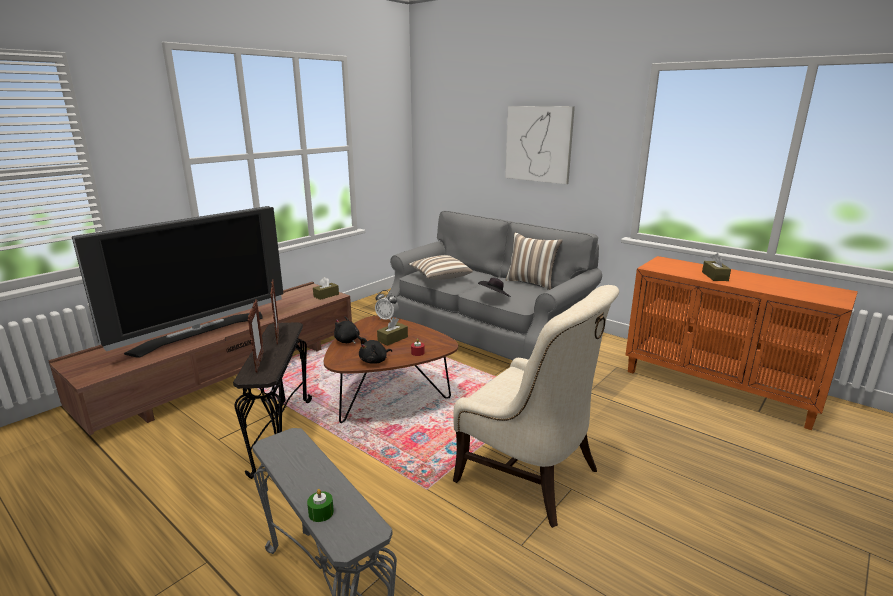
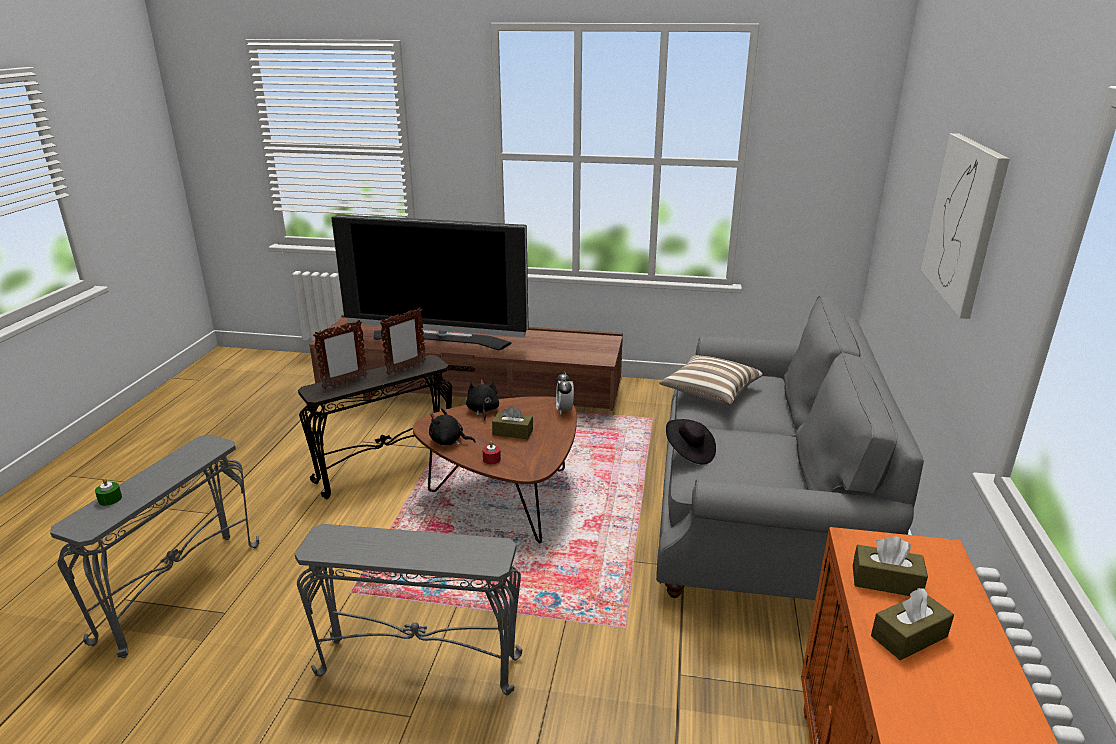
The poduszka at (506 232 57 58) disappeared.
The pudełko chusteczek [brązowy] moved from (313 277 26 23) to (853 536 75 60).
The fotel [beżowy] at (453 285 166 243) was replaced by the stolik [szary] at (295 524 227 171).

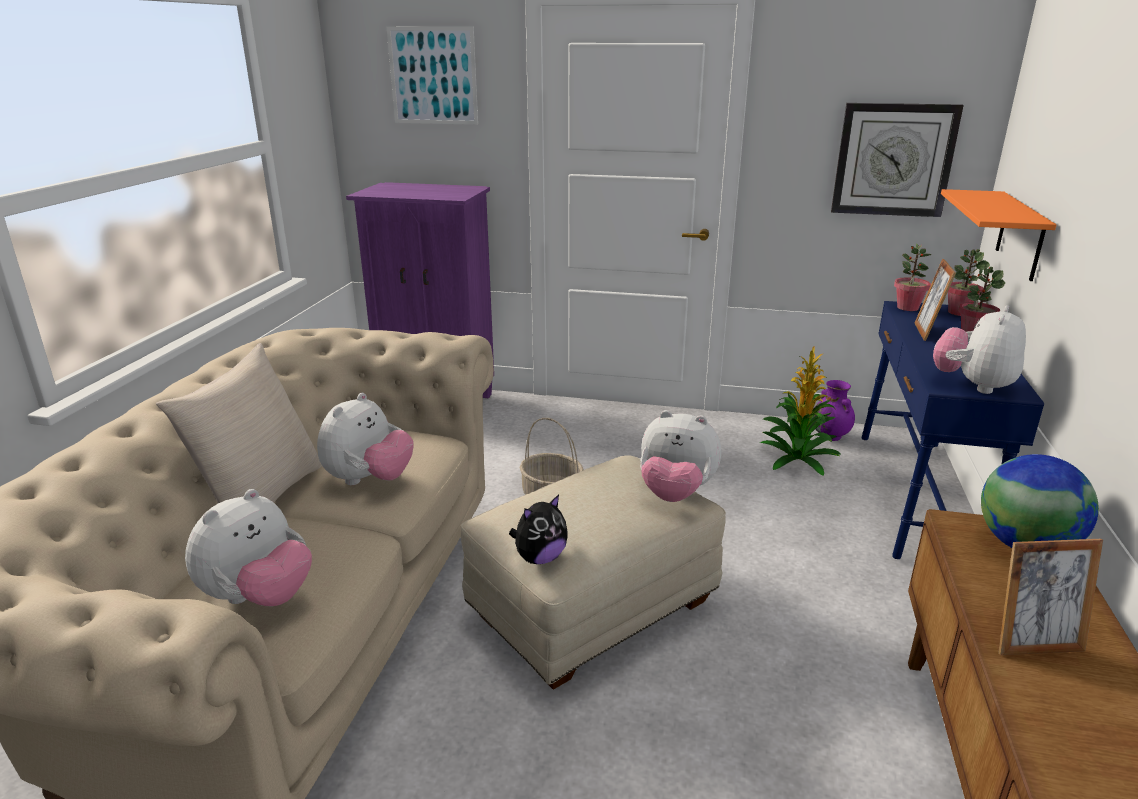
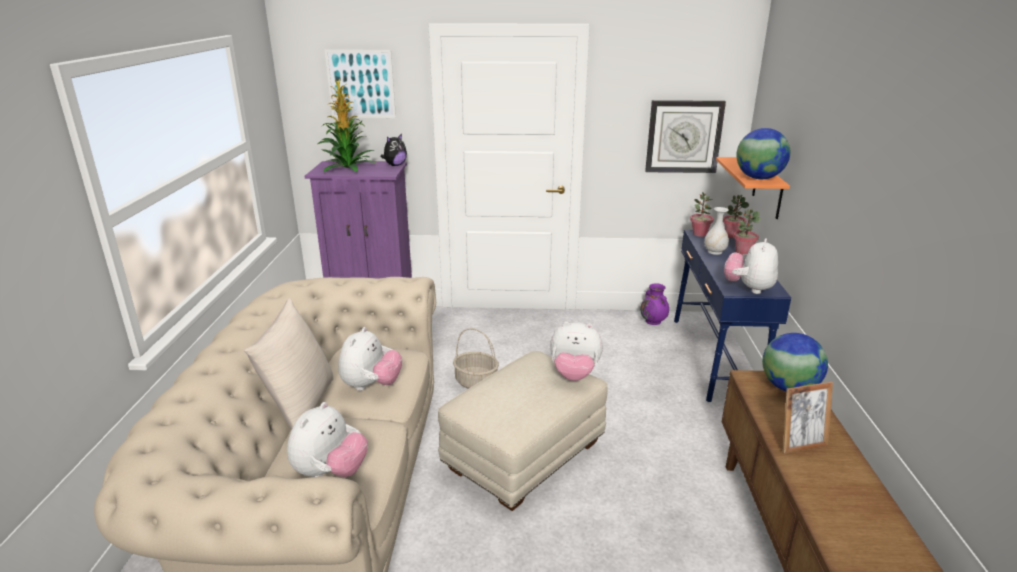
The globus at (736 128 54 51) appeared.
The pluszak moved from (509 495 59 69) to (381 134 26 32).
The roślina doniczkowa moved from (760 346 81 130) to (318 79 59 93).
The ramka na zdjęcie at (914 259 42 82) was replaced by the wazon [biały] at (704 207 25 48).

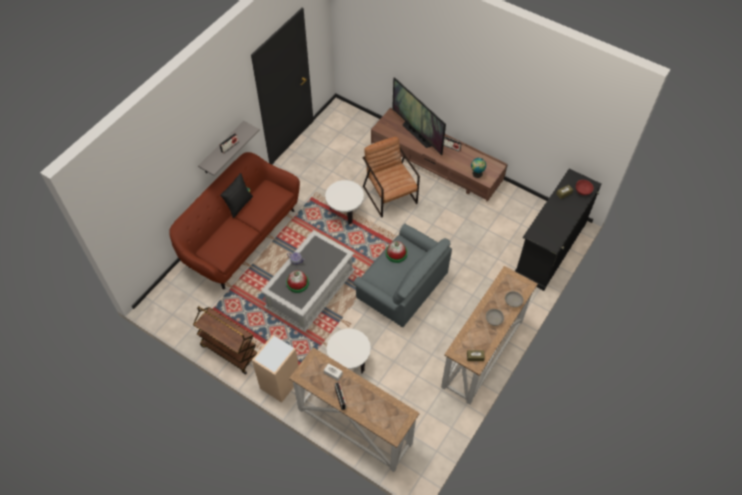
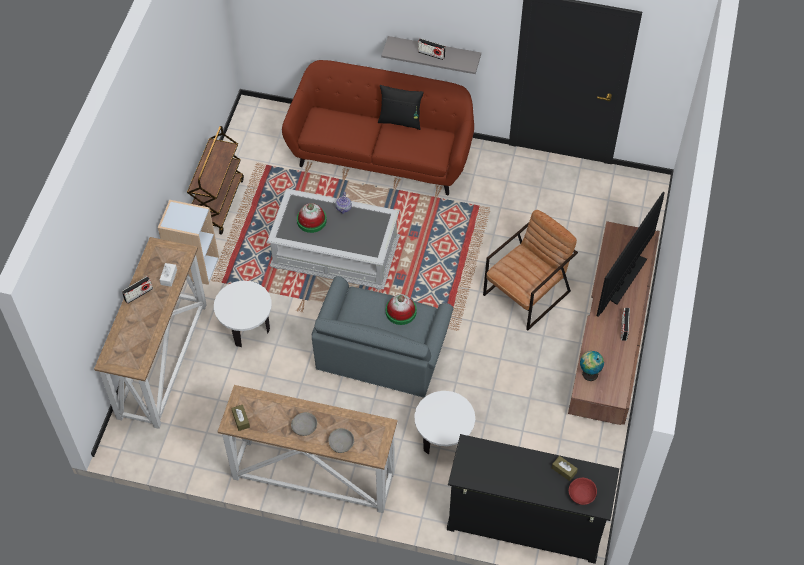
The stolik [biały] moved from (325 180 39 45) to (414 391 61 64).

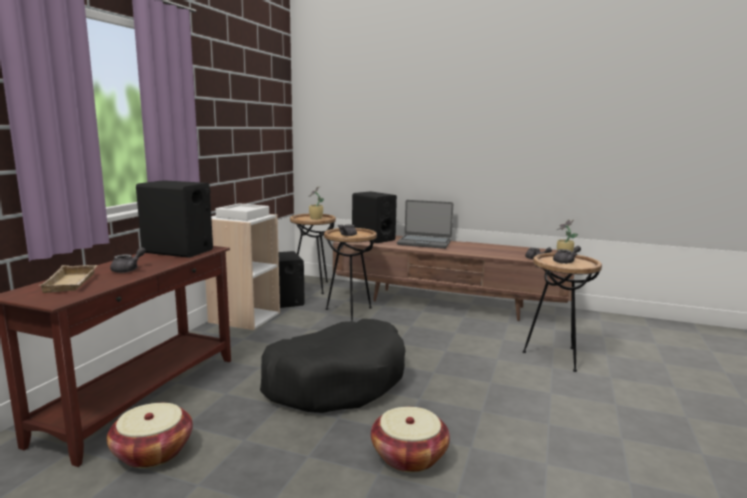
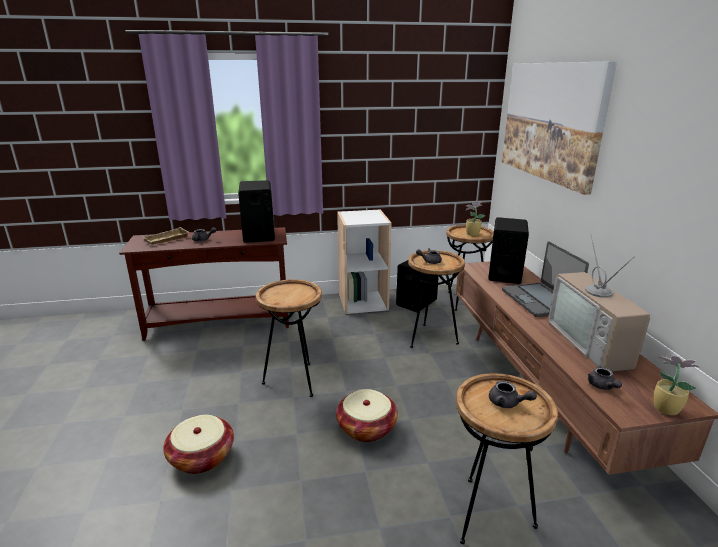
The taca [biały] at (215 203 54 18) disappeared.
The obraz at (502 61 115 134) appeared.
The telewizor at (548 234 102 137) appeared.
The koszyk moved from (107 403 86 65) to (336 389 62 53).
The legowisko [czarny] at (260 319 146 94) was replaced by the stolik [brązowy] at (256 279 66 118).

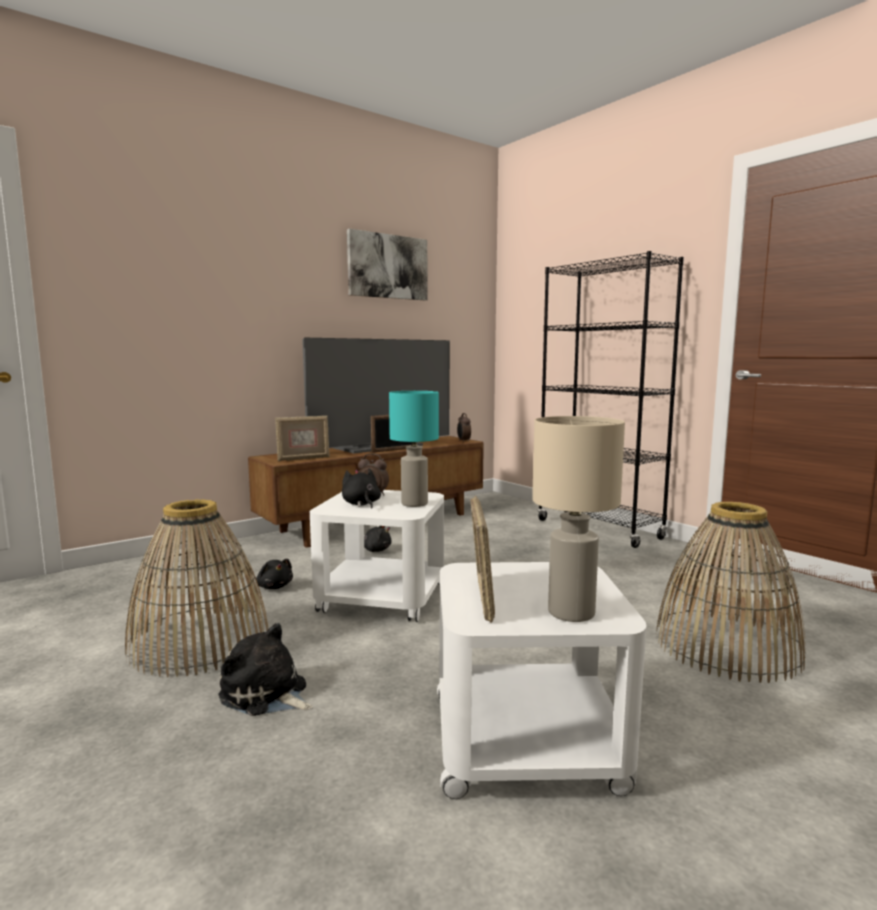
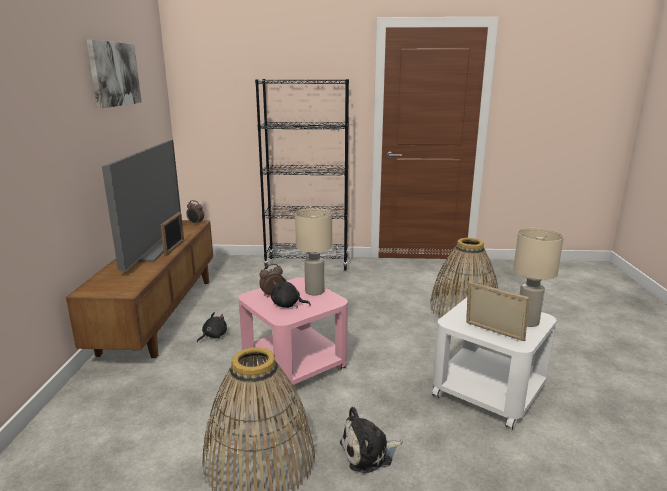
The pluszak [czarny] at (256 559 37 30) disappeared.
The ramka na zdjęcie at (275 416 55 45) disappeared.
The stolik [biały] at (310 490 134 132) became the stolik [różowy] at (238 277 110 116).
The lampa stołowa [turkusowy] at (389 391 50 116) became the lampa stołowa [beżowy] at (295 208 37 88).

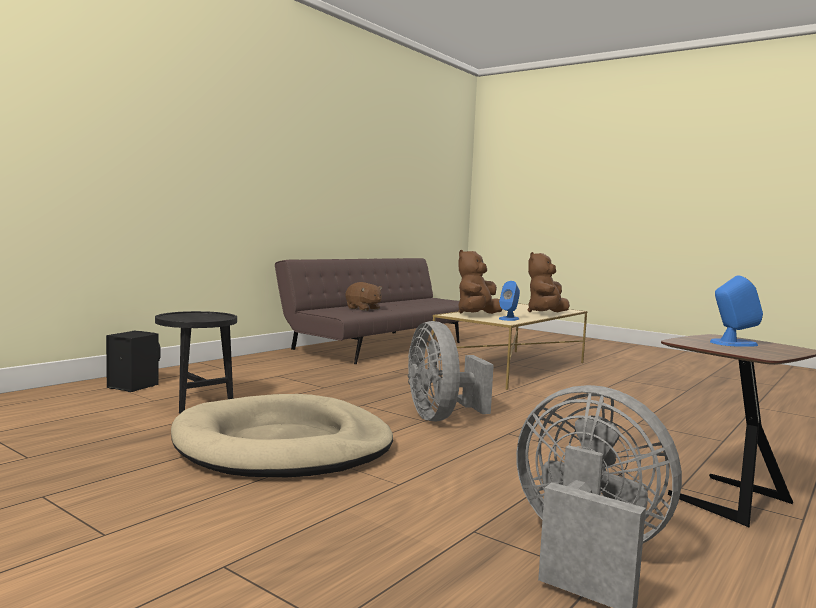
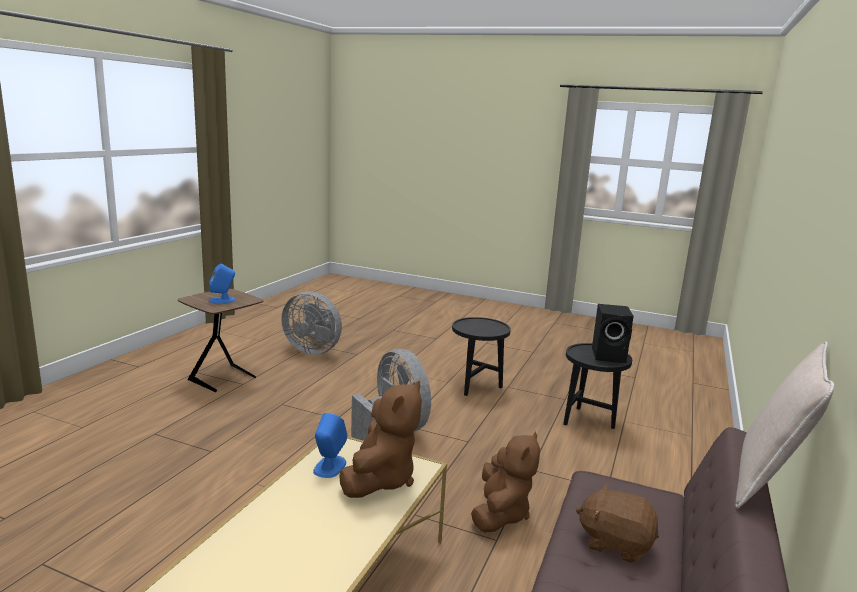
The poduszka [beżowy] at (736 342 98 167) appeared.
The głośnik [czarny] moved from (106 331 54 61) to (592 304 42 59).
The pluszak [brązowy] moved from (528 252 42 60) to (471 432 69 101).
The legowisko [beżowy] at (171 394 222 83) was replaced by the stolik [czarny] at (452 317 59 79).

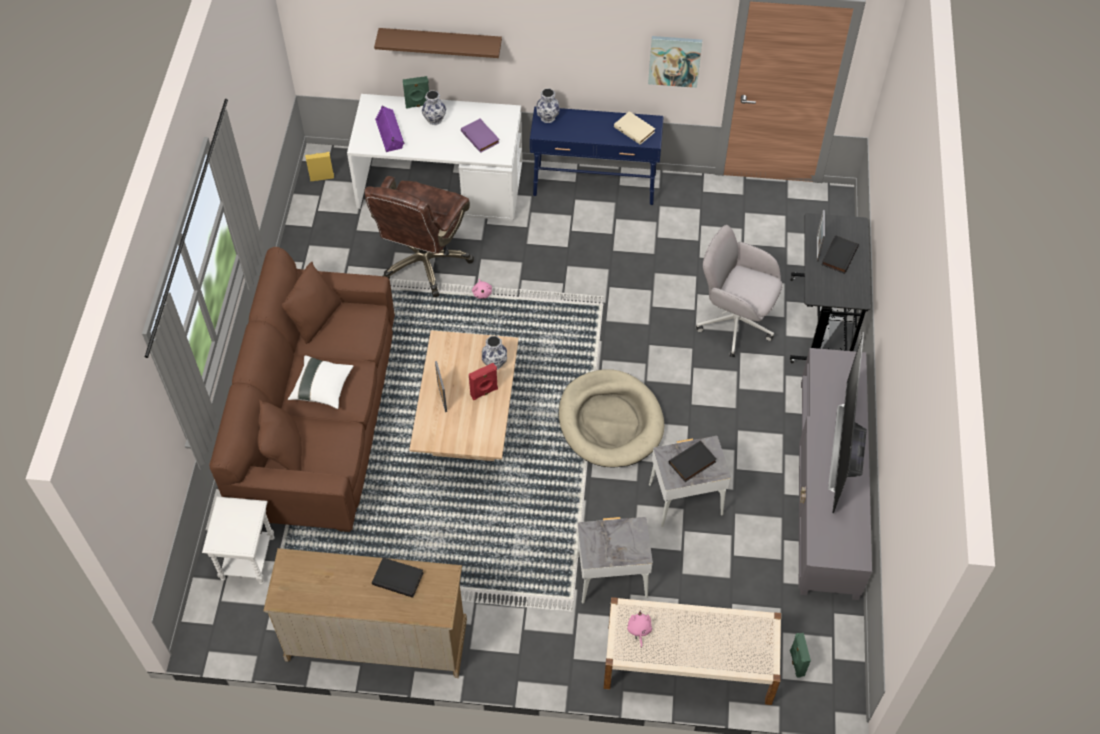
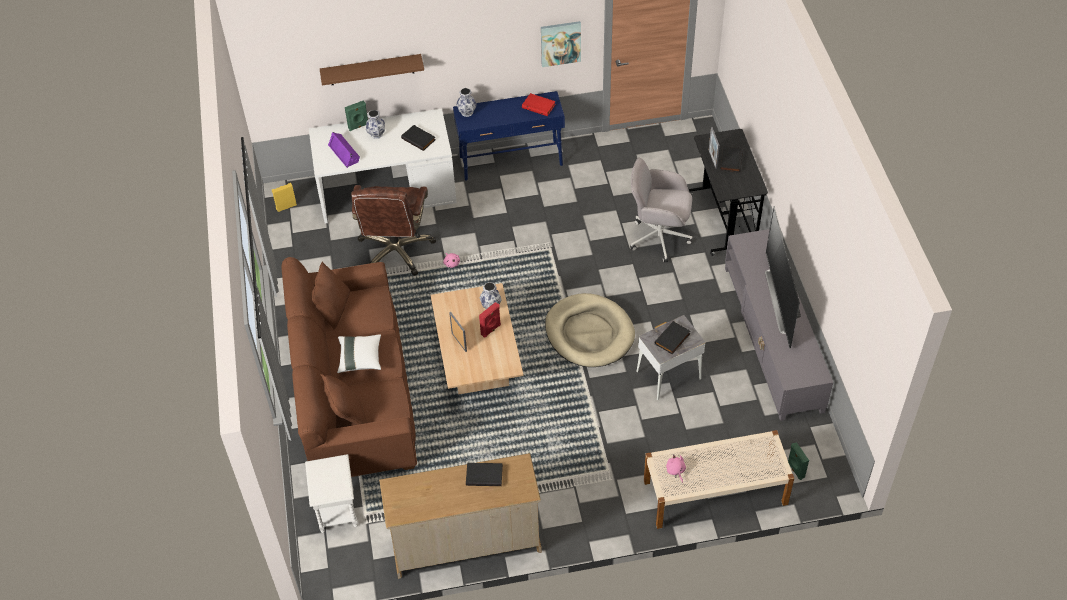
The stolik at (577 517 76 87) disappeared.
The książka [fioletowy] at (461 119 39 34) became the książka [czarny] at (401 125 34 26).
The książka [beżowy] at (614 111 41 34) became the książka [czerwony] at (522 93 34 23).

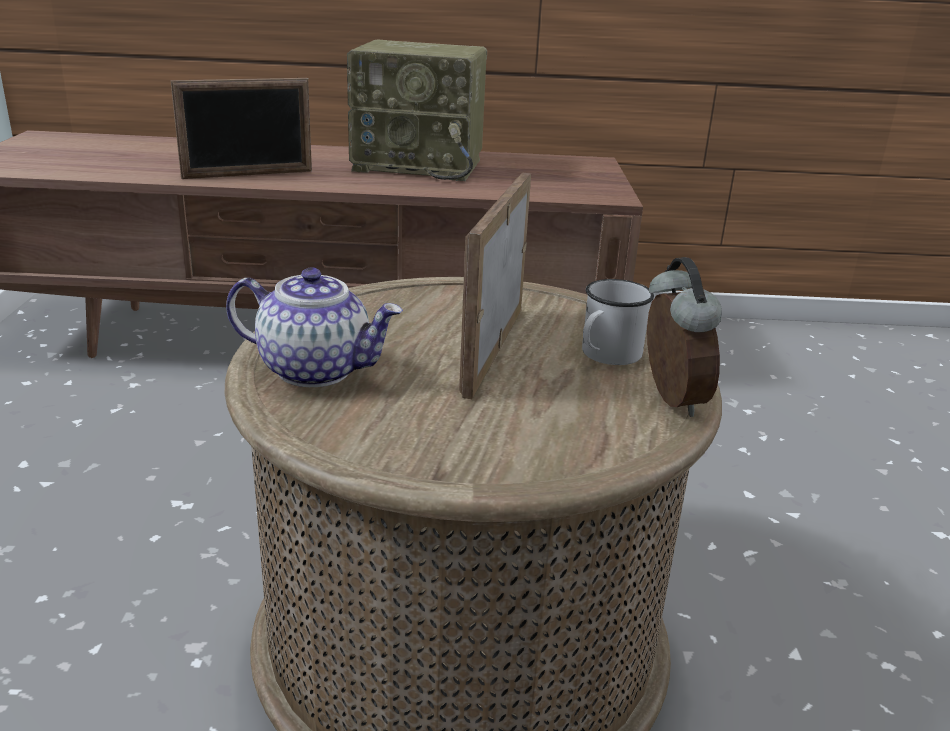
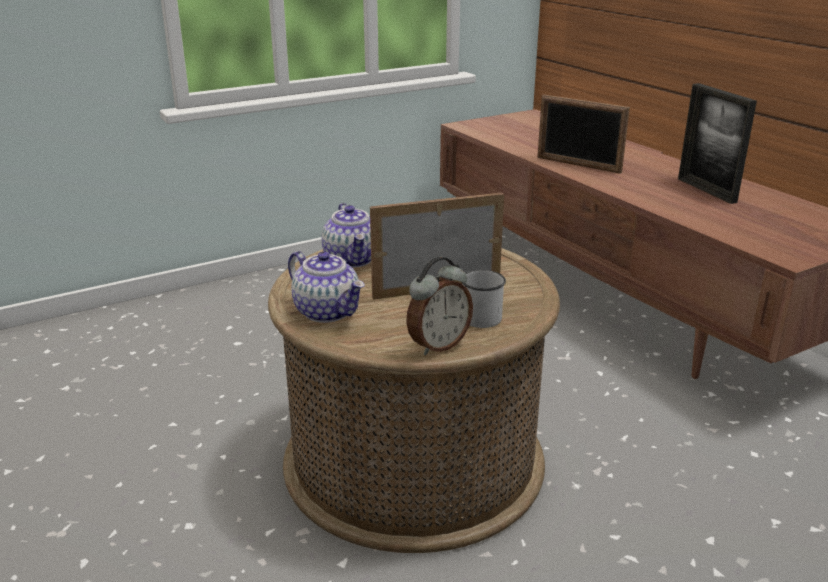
The imbryk at (288 251 77 72) appeared.
The radio at (347 40 140 141) was replaced by the ramka na zdjęcie at (678 83 79 121).

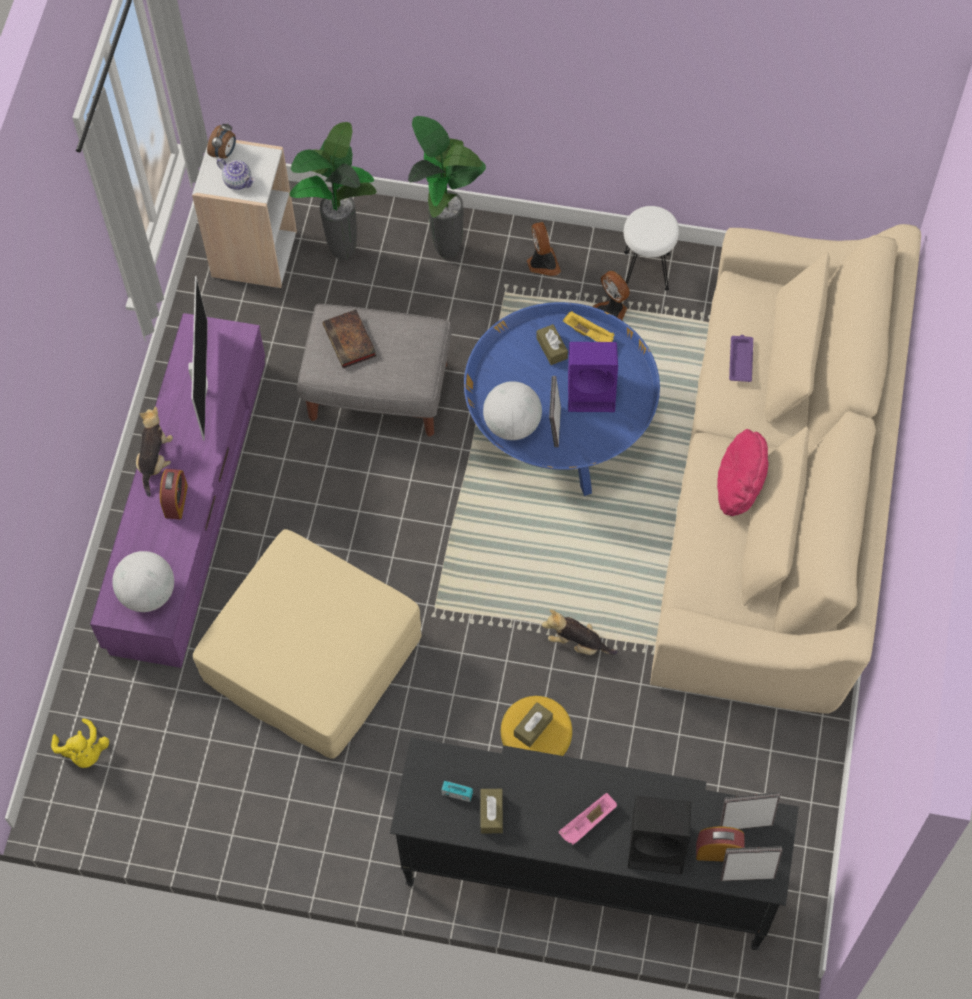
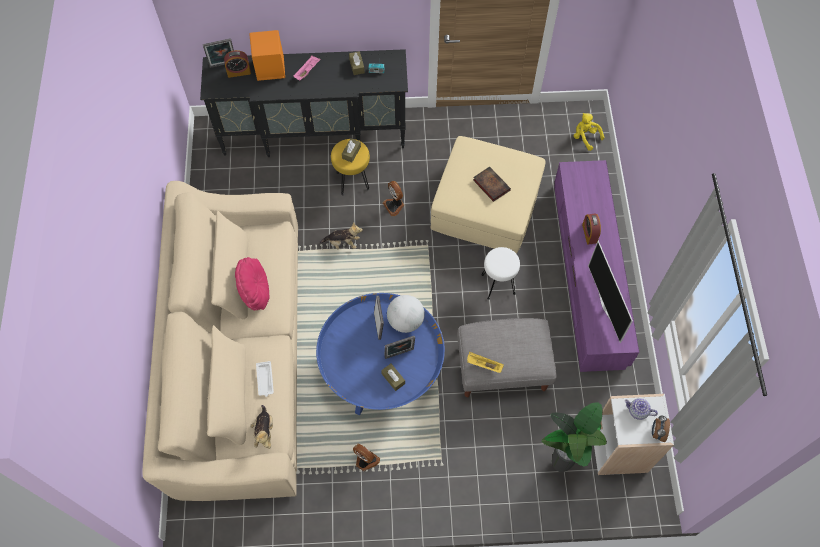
The globus at (112 551 62 61) disappeared.
The roślina doniczkowa at (408 116 78 142) disappeared.
The głośnik [fioletowy] at (568 342 50 70) disappeared.
The pluszak moved from (136 406 37 91) to (250 405 23 44).
The książka moved from (323 309 53 59) to (473 167 38 35).
The wentylator moved from (527 222 34 54) to (383 181 21 35).
The taca [żółty] moved from (563 311 52 31) to (467 352 37 21).
The stołek [biały] moved from (624 206 55 85) to (481 247 39 53).
The ramka na zdjęcie moved from (719 792 61 37) to (385 336 30 23).
The głośnik [czarny] at (628 796 64 78) became the głośnik [pomarańczowy] at (249 30 36 51).
The taca [fioletowy] at (729 335 24 47) became the taca [biały] at (256 361 18 36).

